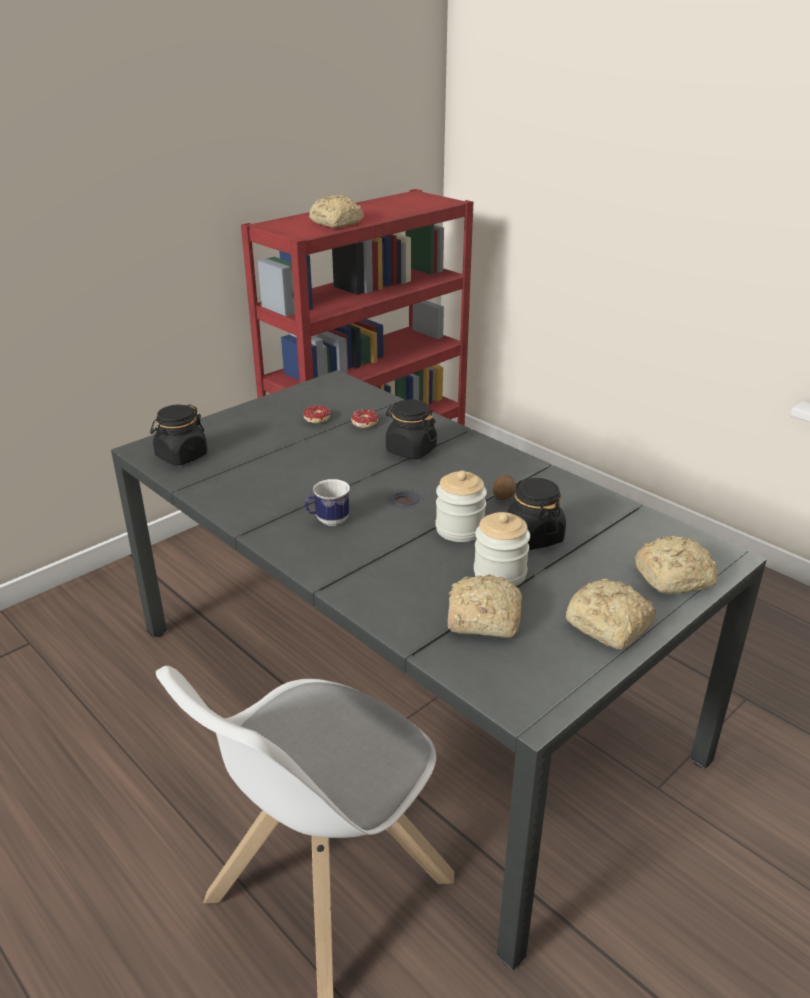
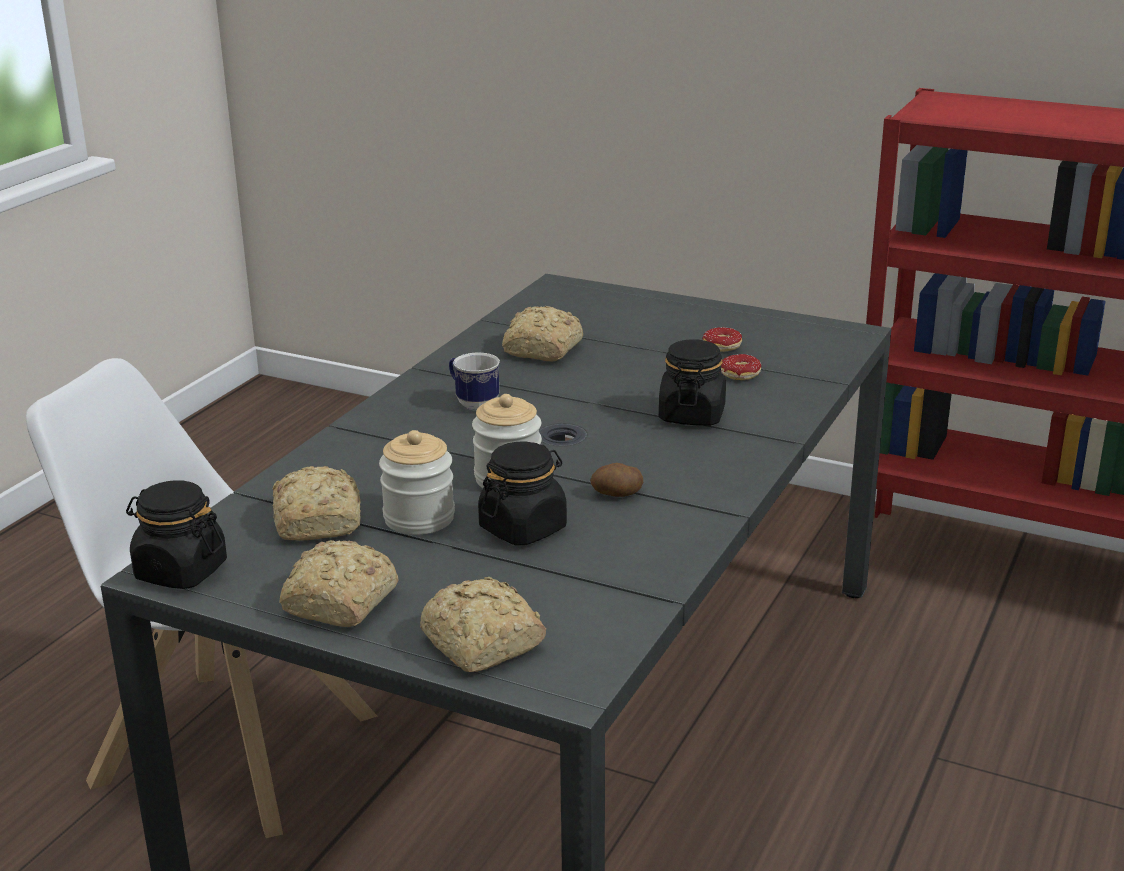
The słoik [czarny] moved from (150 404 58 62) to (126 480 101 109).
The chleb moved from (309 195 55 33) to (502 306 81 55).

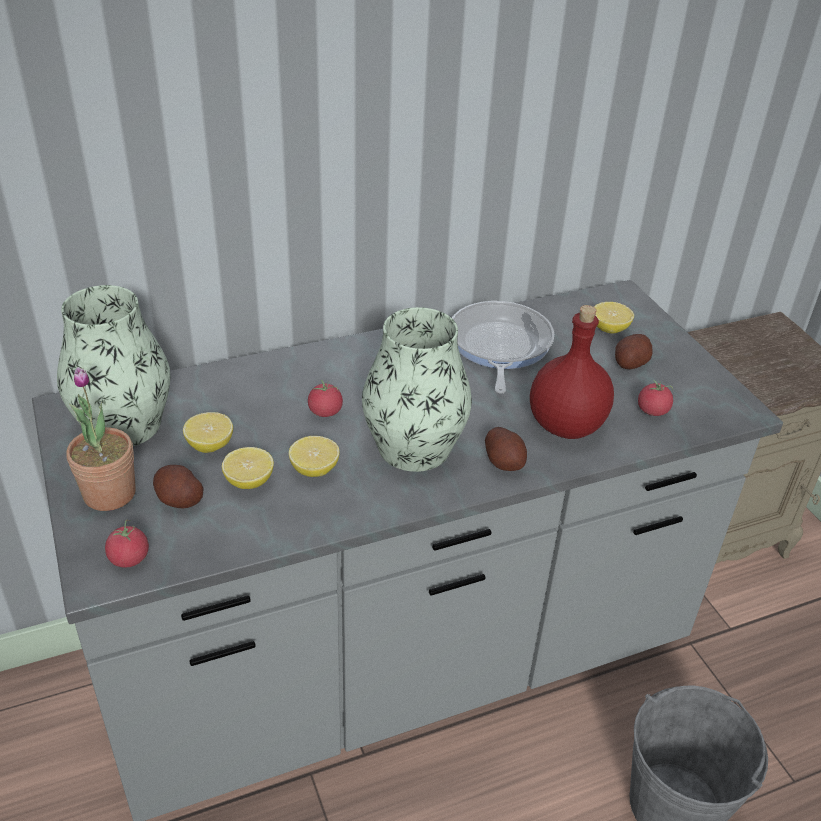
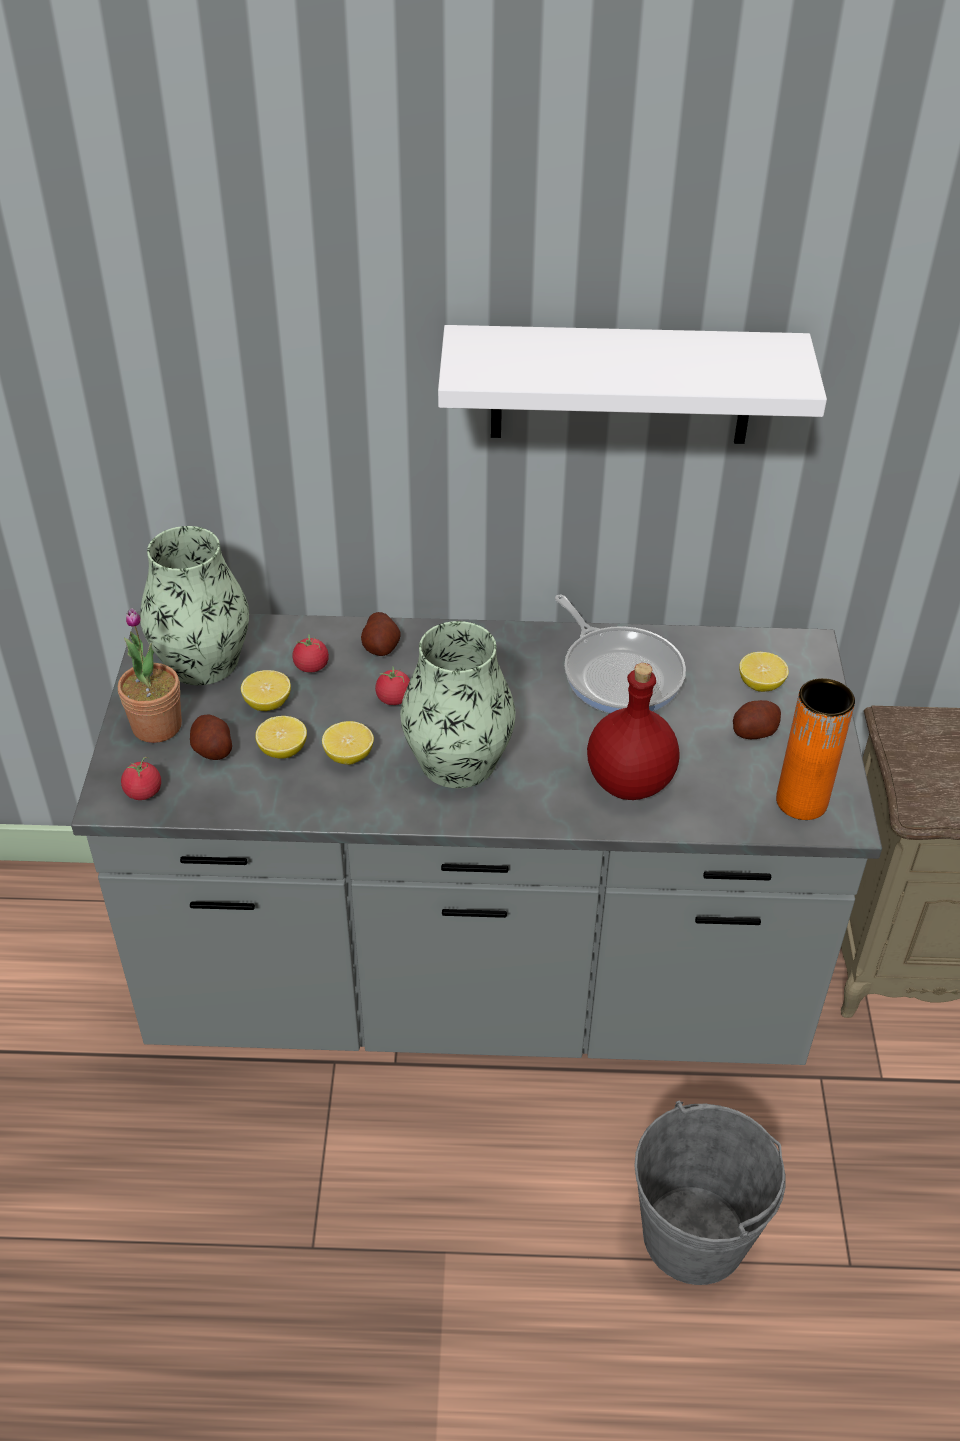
The półka [biały] at (438 325 389 119) appeared.
The wazon [pomarańczowy] at (776 678 79 142) appeared.
The ziemniak moved from (485 427 42 44) to (361 612 40 44).
The pomidor moved from (638 380 35 36) to (293 634 36 39).
The patelnia at (452 301 102 93) turned 120 degrees clockwise.

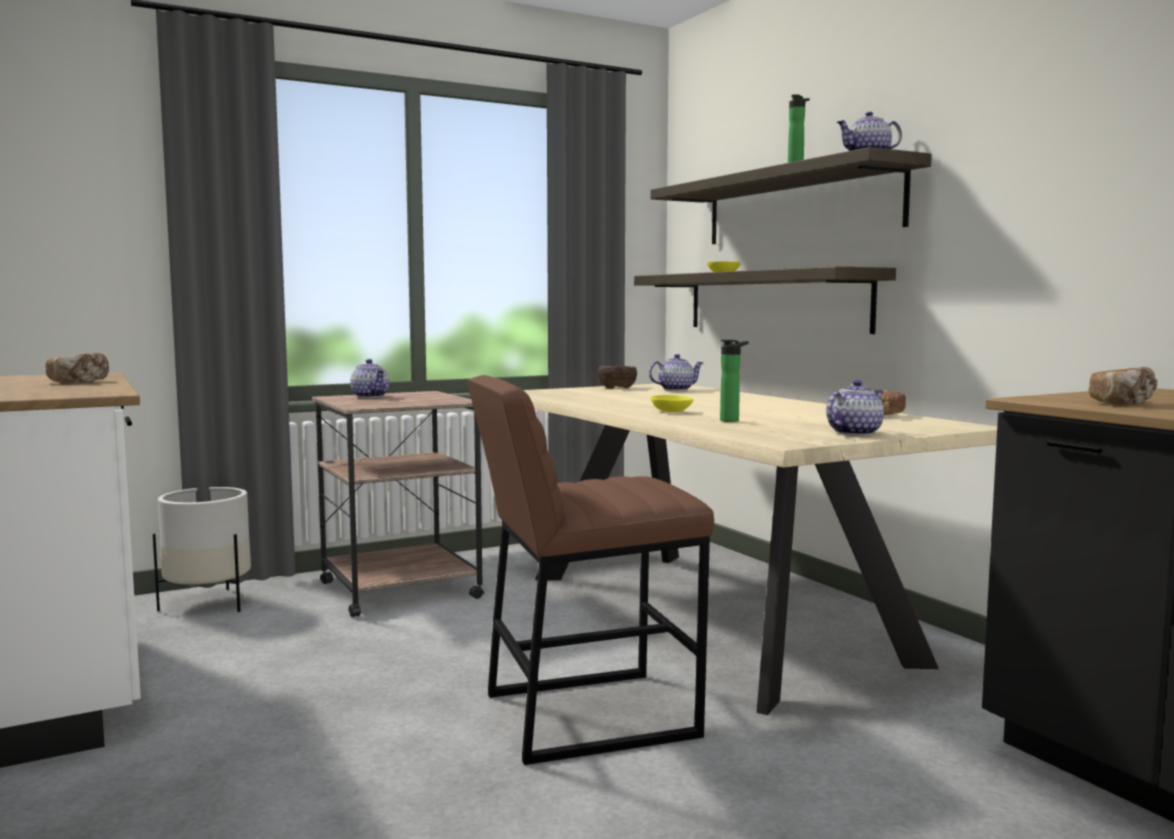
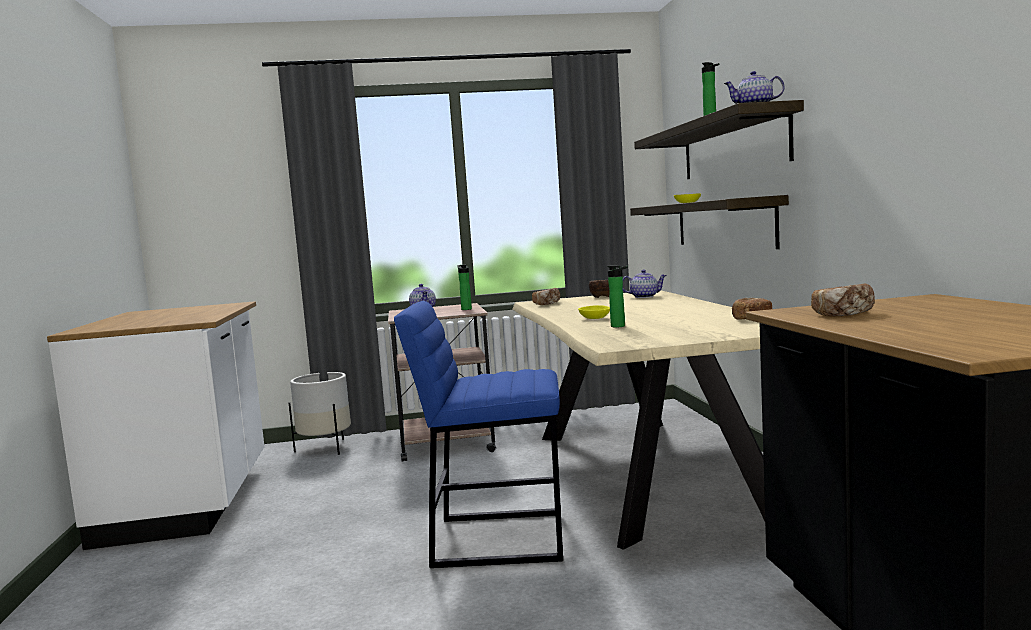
The imbryk at (826 380 58 56) disappeared.
The butelka at (458 264 14 46) appeared.
The chleb moved from (46 353 63 30) to (532 288 28 17).
The krzesło [brązowy] at (467 375 247 390) became the krzesło [niebieski] at (394 301 169 267).

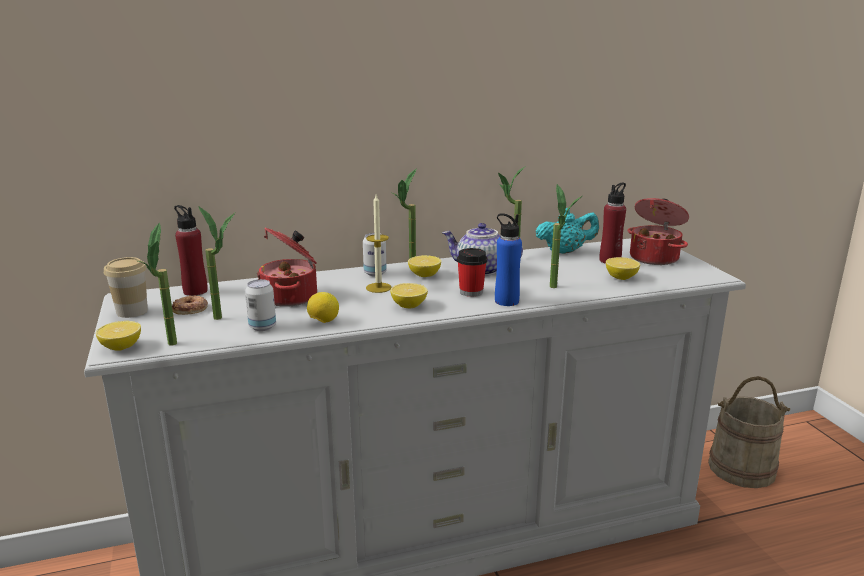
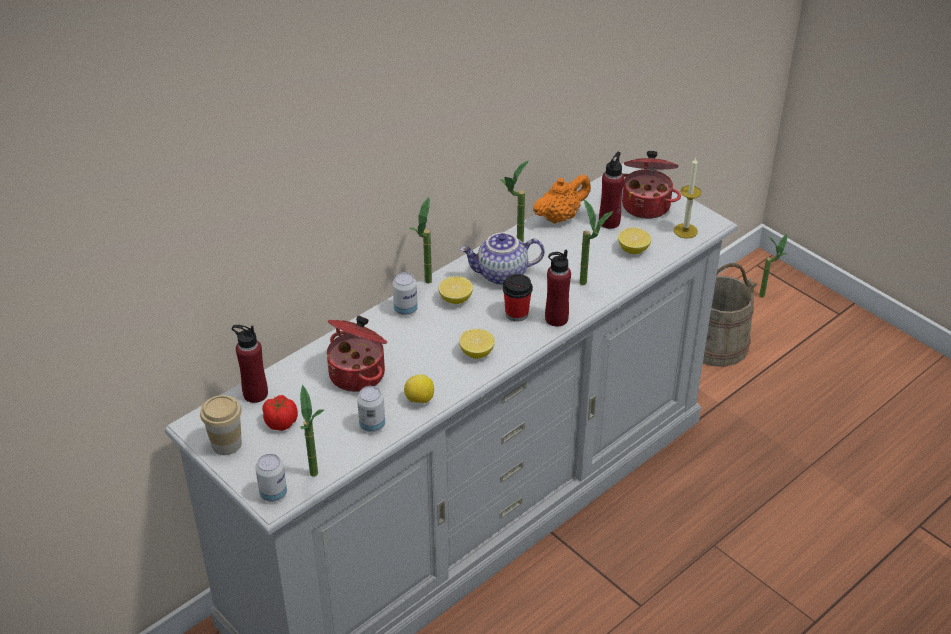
The roślina doniczkowa moved from (198 206 37 114) to (759 234 29 63).
The świeca moved from (366 195 26 98) to (674 157 27 82).
The cytryna at (96 321 45 30) was replaced by the puszka at (255 454 32 48).
The donut at (172 295 36 20) was replaced by the pomidor at (262 395 36 36).
The butelka [niebieski] at (495 213 27 93) became the butelka [czerwony] at (545 249 26 78).
The imbryk [turkusowy] at (536 208 63 46) became the imbryk [pomarańczowy] at (533 174 58 50).

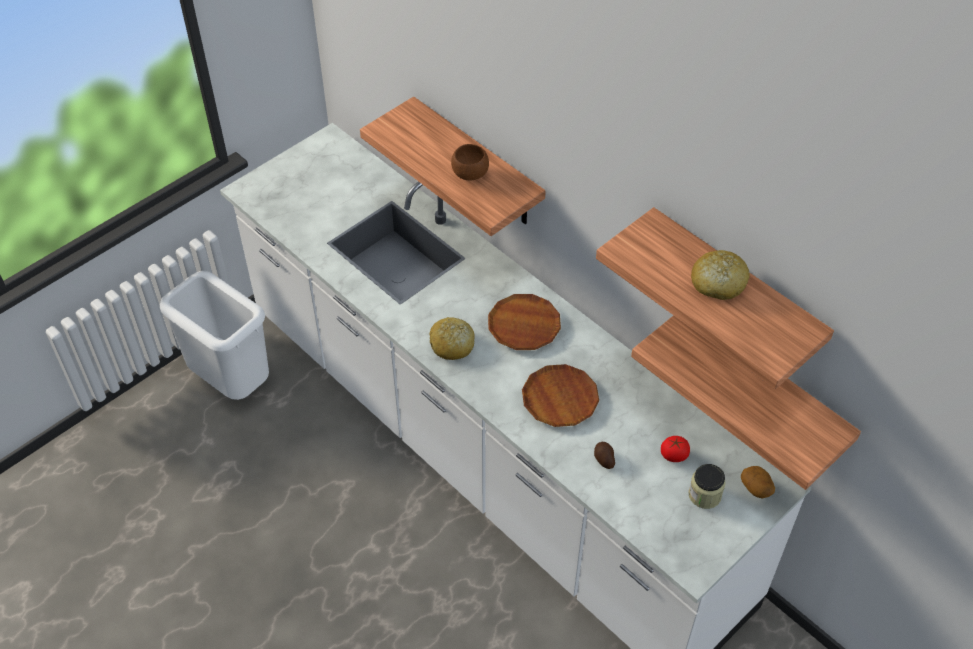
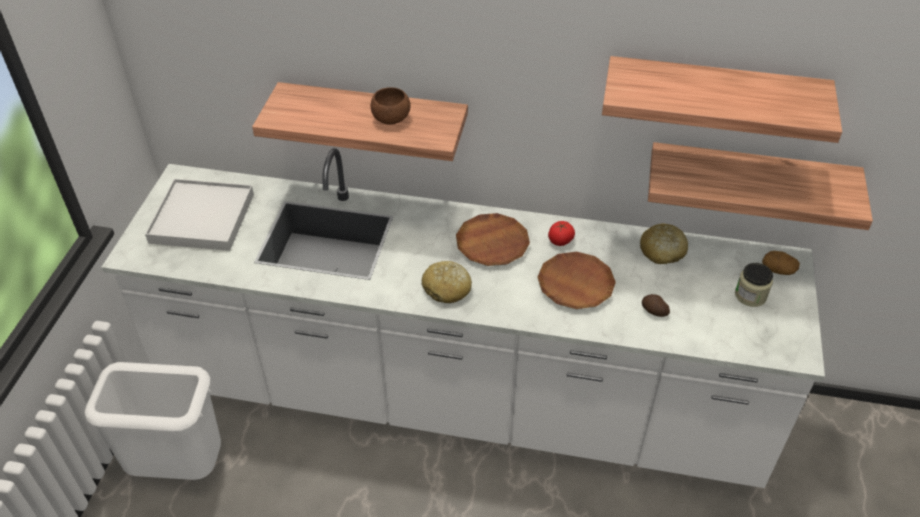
The taca [biały] at (145 179 109 72) appeared.
The pomidor moved from (661 436 29 26) to (548 221 27 25).
The chleb moved from (691 250 59 50) to (640 224 48 40).

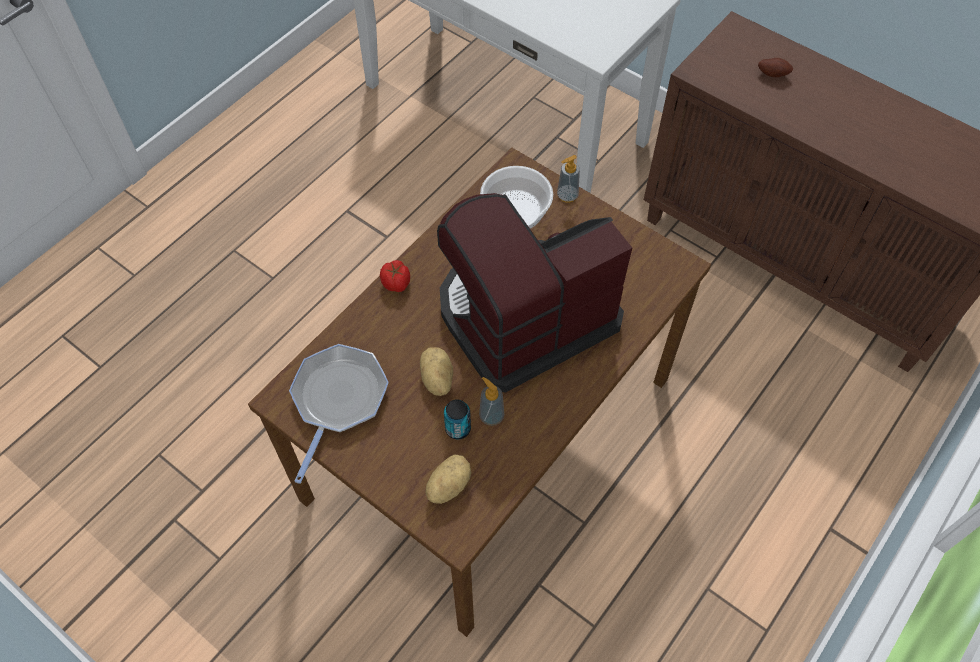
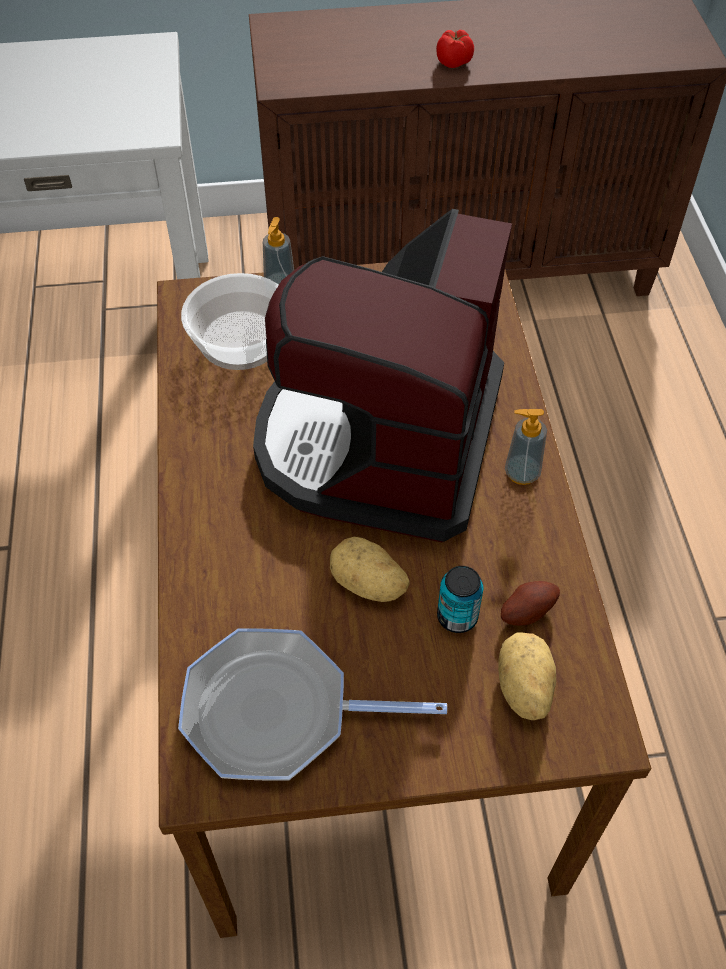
The pomidor moved from (380 260 30 32) to (436 30 38 38).
The dozownik mydła moved from (479 377 25 49) to (505 409 42 76).
The ziemniak moved from (758 58 35 19) to (501 581 59 45).
The patelnia at (289 344 100 140) turned 60 degrees counterclockwise.

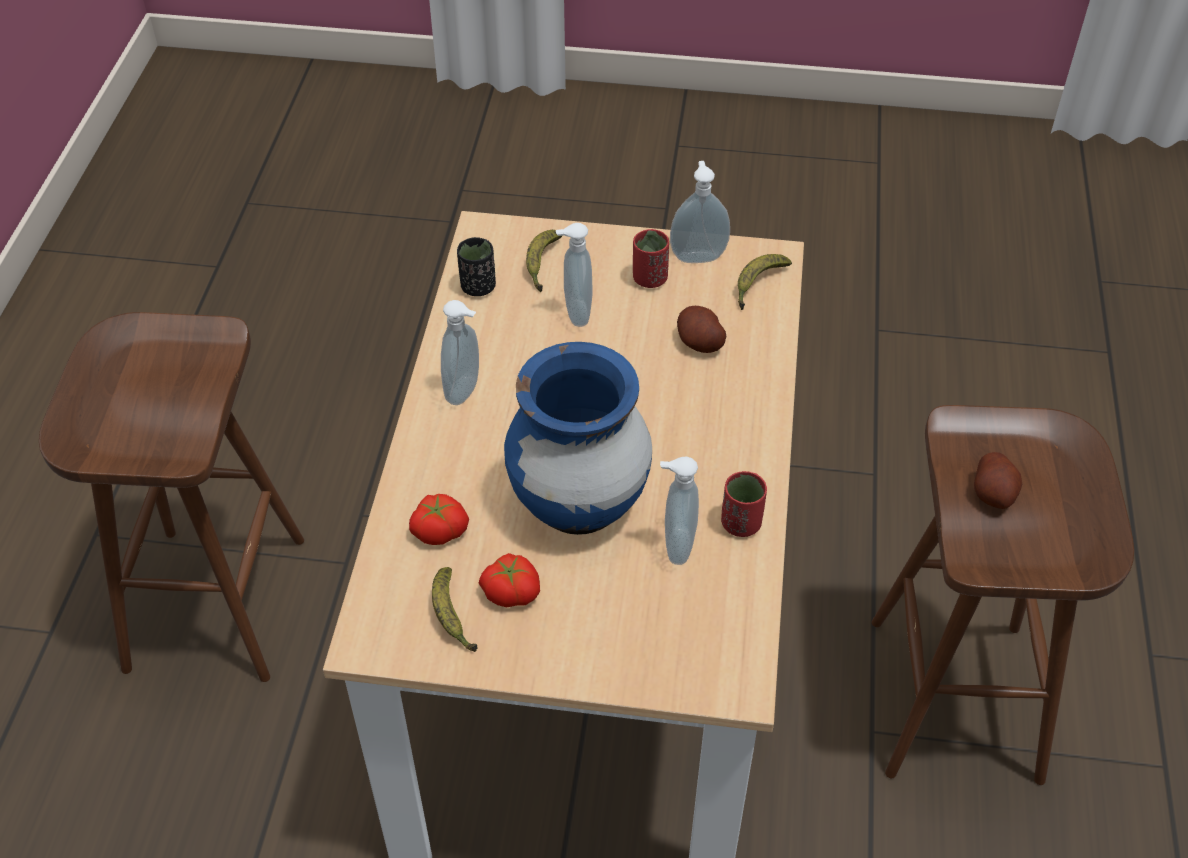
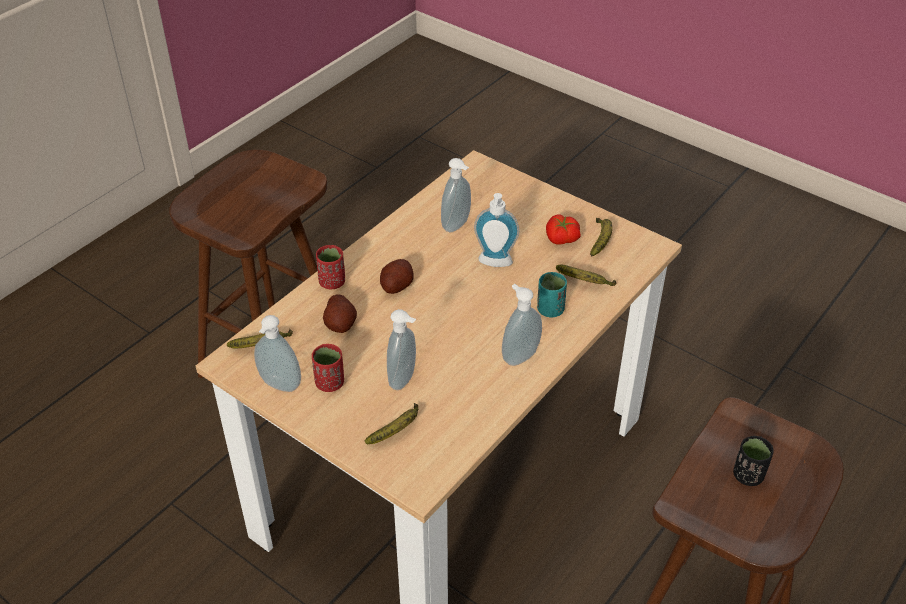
The filiżanka [turkusowy] at (537 272 30 45) appeared.
The filiżanka [czarny] moved from (457 237 39 59) to (733 436 41 50).
The filiżanka [czerwony] moved from (721 471 46 66) to (316 245 29 44).
The ziemniak moved from (974 452 48 57) to (380 259 34 35).
The pomidor at (409 494 60 51) was replaced by the banan at (556 265 60 21).
The wazon [niebieski] at (504 342 148 193) was replaced by the dozownik mydła at (474 193 45 74).

